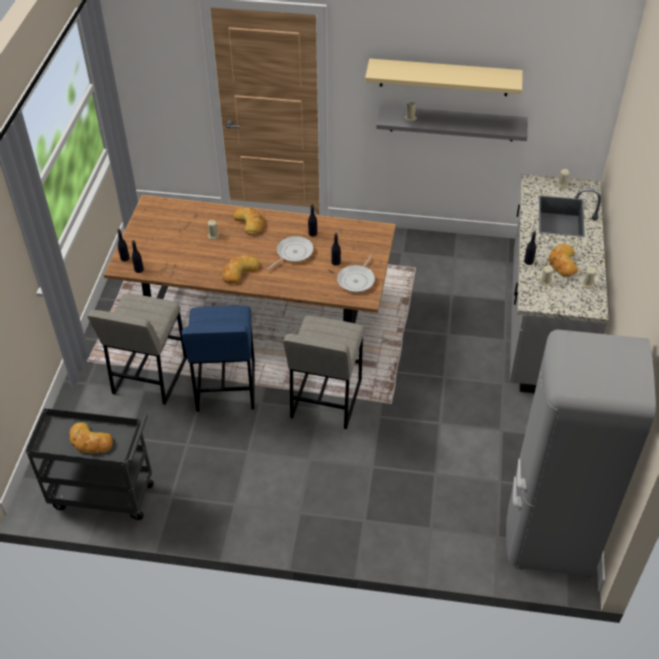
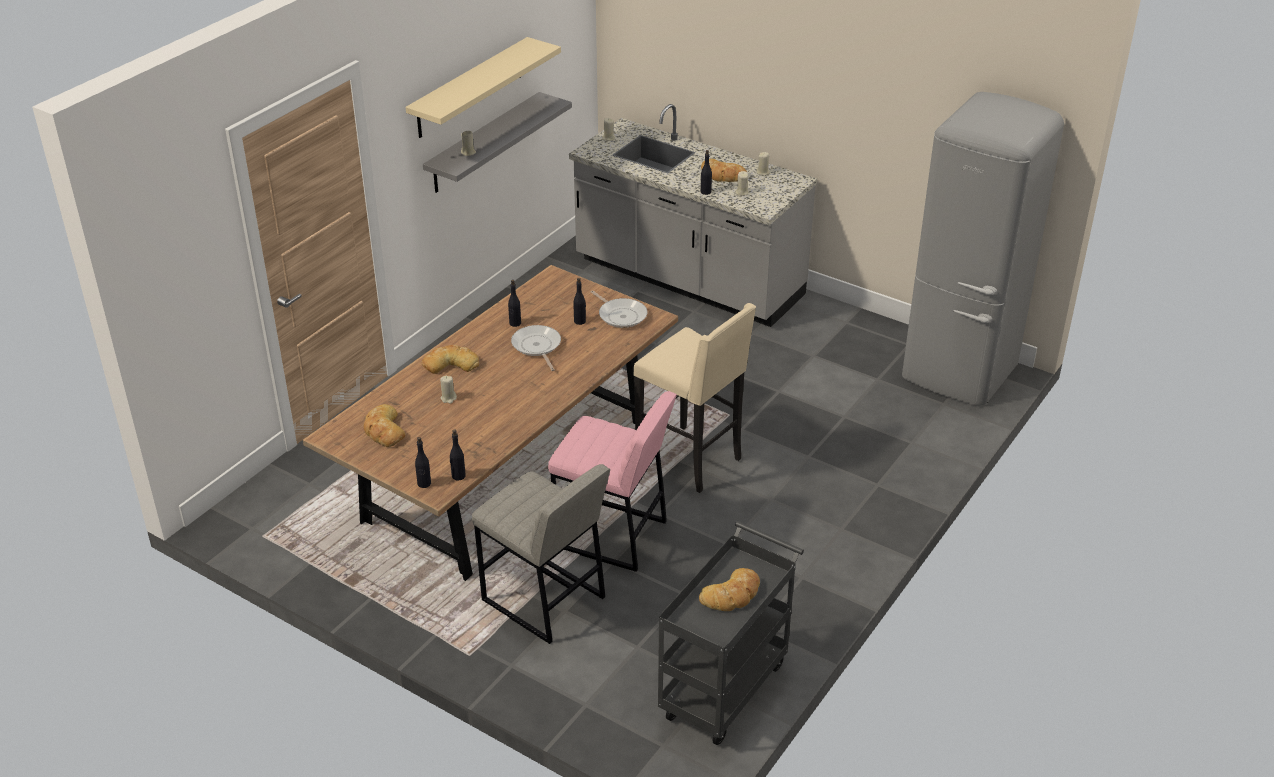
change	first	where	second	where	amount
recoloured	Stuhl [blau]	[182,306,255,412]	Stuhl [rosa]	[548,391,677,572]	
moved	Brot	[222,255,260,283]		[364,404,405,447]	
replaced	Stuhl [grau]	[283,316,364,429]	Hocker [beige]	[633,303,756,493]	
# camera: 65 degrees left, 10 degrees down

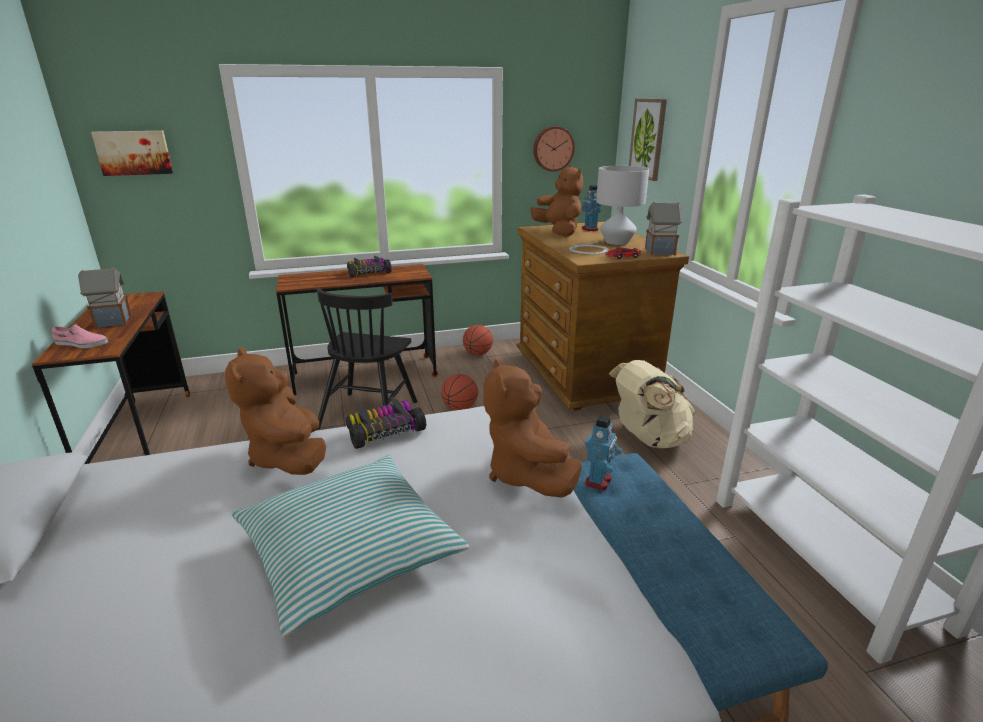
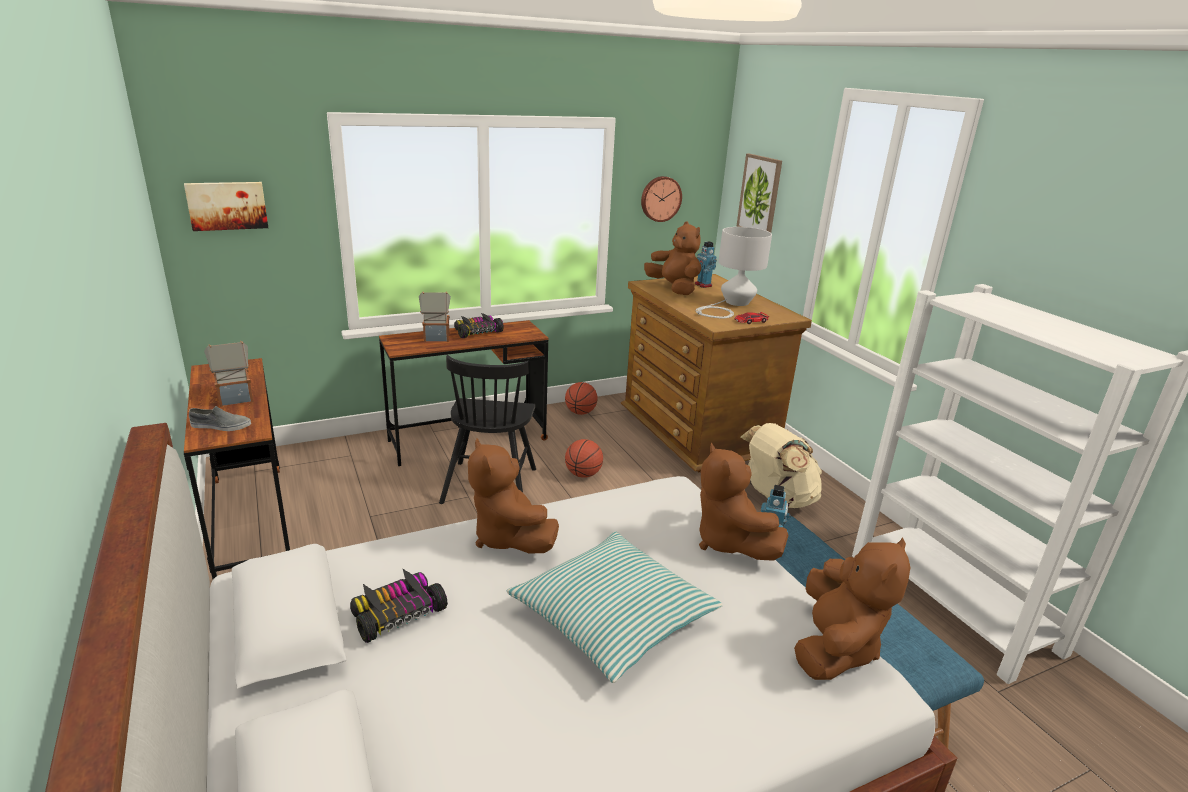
change	first	where	second	where	amount
recoloured	Schuh [rosa]	[52,324,108,348]	Schuh [grau]	[189,406,251,431]	
moved	Spielzeugauto	[346,397,426,449]		[350,568,448,643]	
moved	Spielzeughaus	[645,202,682,255]		[419,291,451,342]	
added			Plüschtier [braun]	[794,538,910,680]	
# camera: 10 degrees left, 0 degrees up

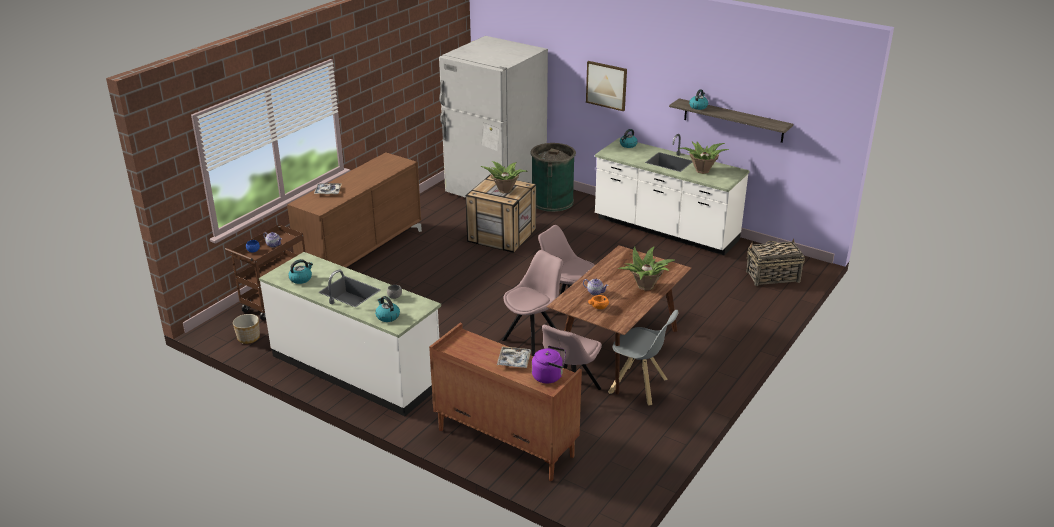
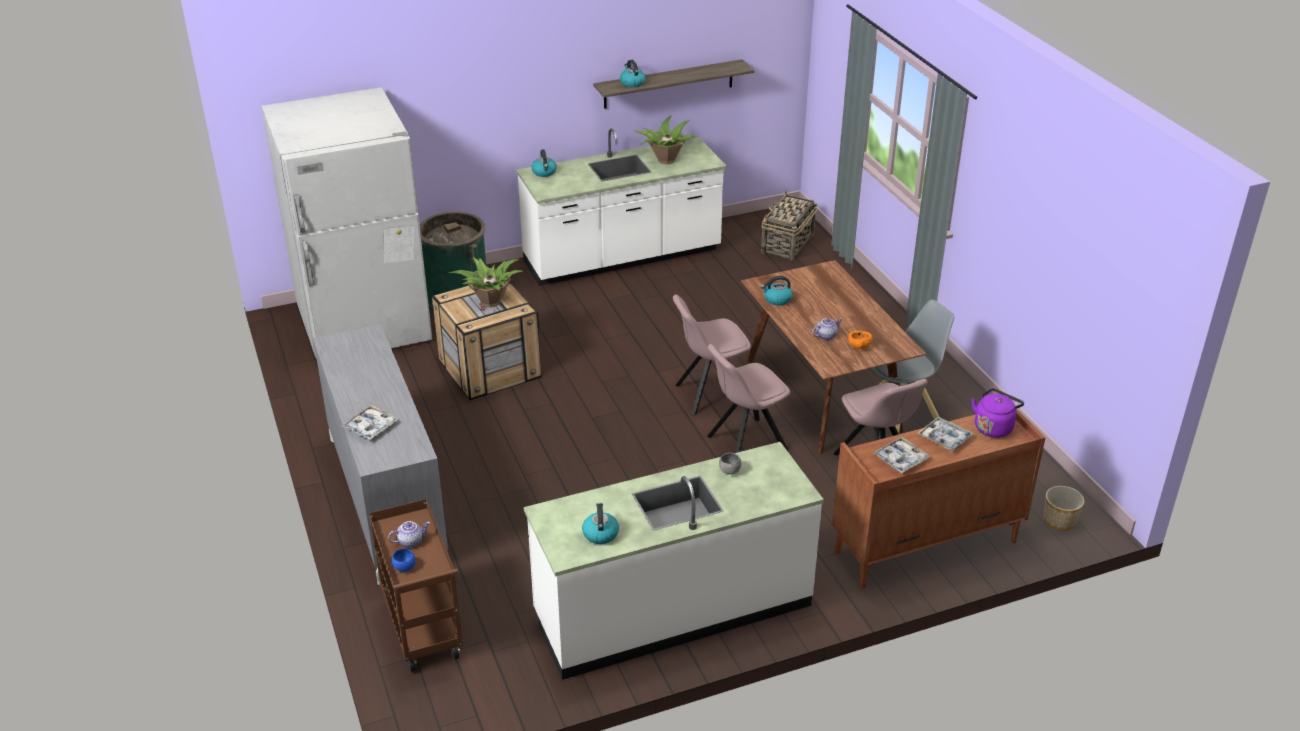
change	first	where	second	where	amount
moved	Pflanzkübel	[233,314,260,344]		[1044,486,1085,531]	
recoloured	Kommode [braun]	[287,152,422,267]	Kommode [grau]	[313,324,449,585]	
moved	Wasserkessel	[375,296,400,322]		[761,276,793,306]	
turned	Stuhl [rosa]	[502,250,563,356]		[707,344,790,453]	105 degrees counterclockwise
removed	Bild	[586,61,627,111]			
removed	Topfpflanze	[618,246,675,290]			
added			Tablett	[873,436,930,473]	
# camera: 55 degrees left, 5 degrees up

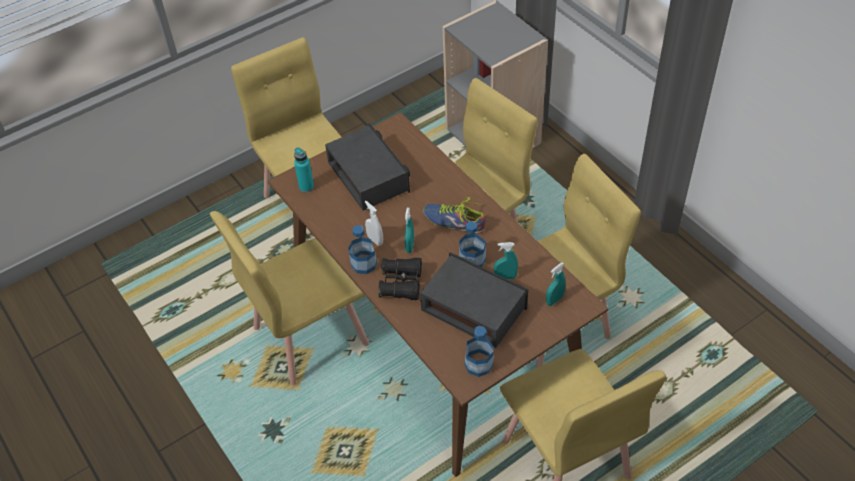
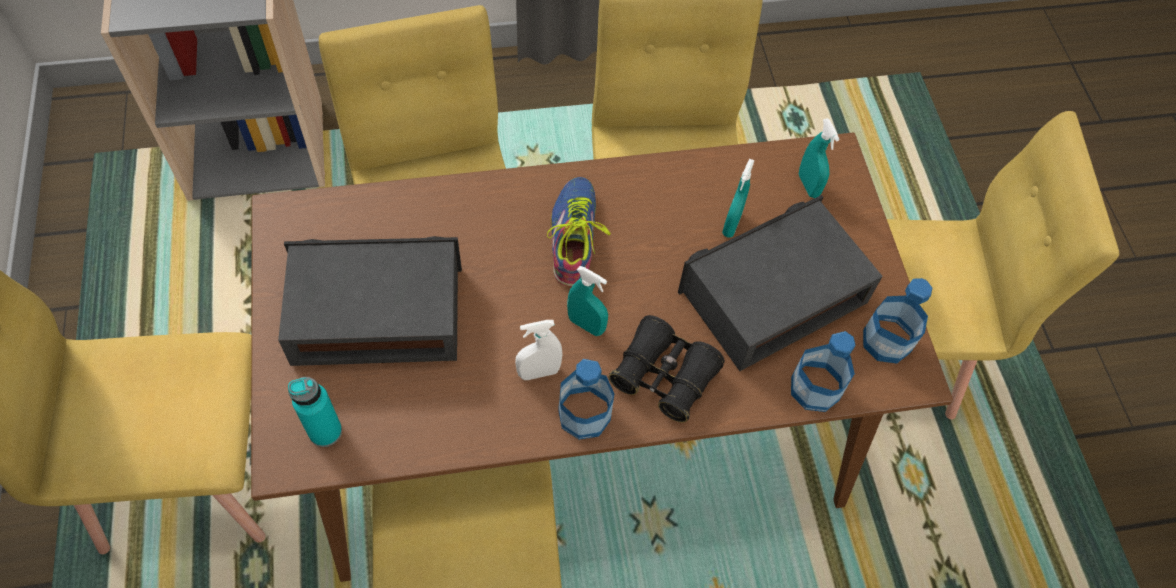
change	first	where	second	where	amount
turned	Schuh	[423,197,486,234]		[547,177,611,287]	135 degrees clockwise
moved	Flasche	[459,221,486,267]		[791,331,856,412]	
# camera: 70 degrees left, 10 degrees up

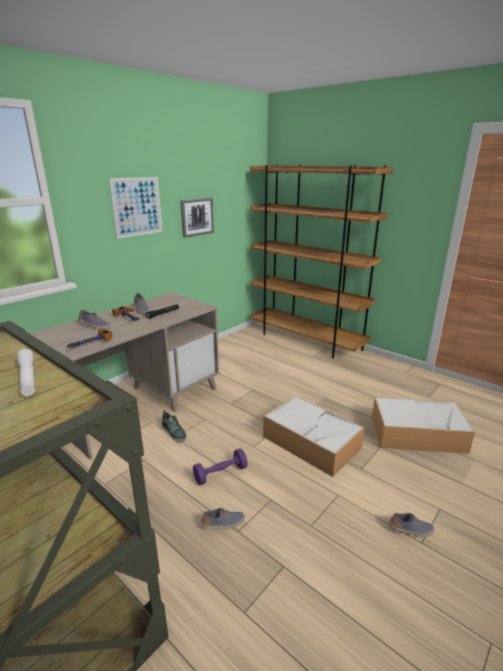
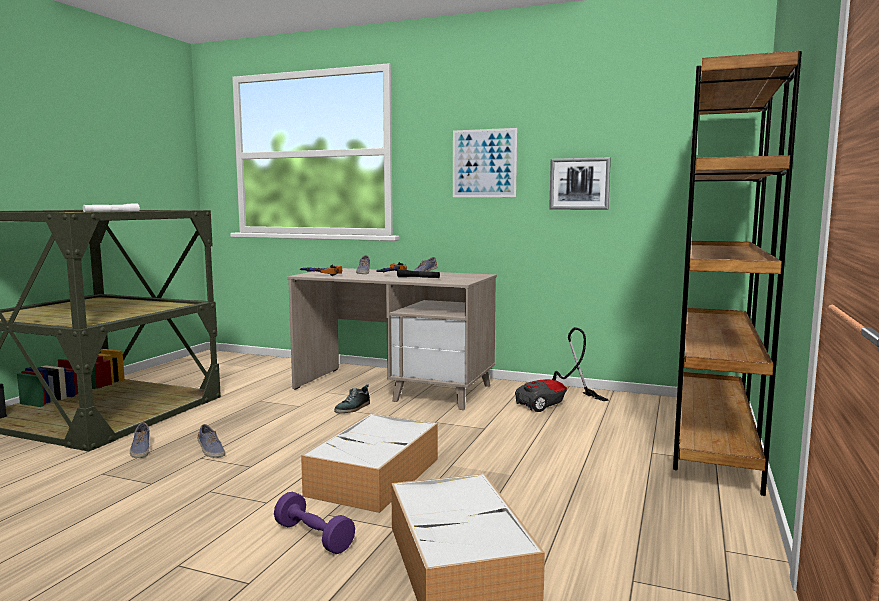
change	first	where	second	where	amount
moved	Hantel [lila]	[193,449,247,485]		[274,492,355,554]	
moved	Schuh	[389,513,435,537]		[130,422,149,458]	
added			Staubsauger	[515,327,609,412]	
# camera: 70 degrees right, 15 degrees down

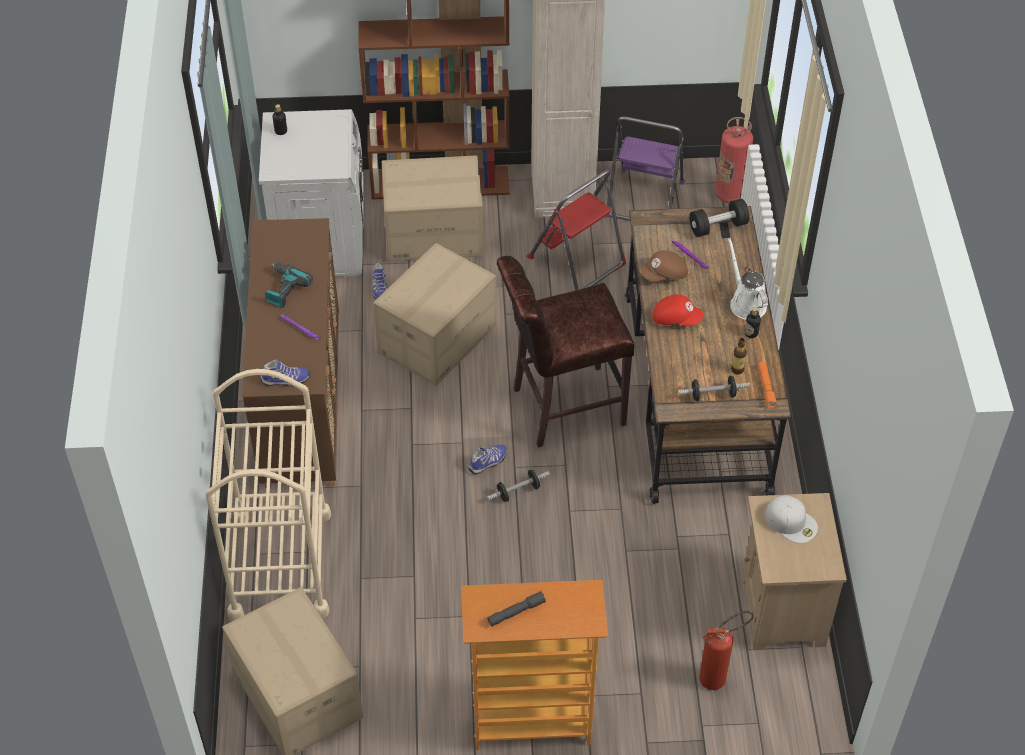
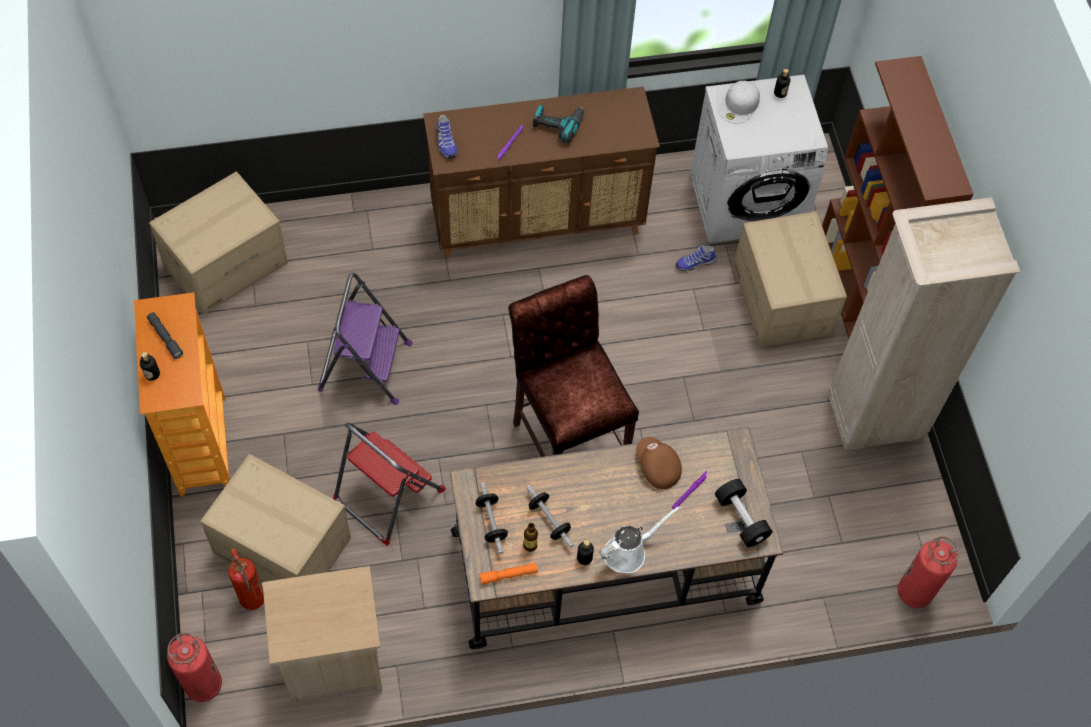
change	first	where	second	where	amount
removed	Rollwagen [beige]	[205,369,331,621]			
moved	Karton	[373,243,496,386]		[200,454,351,582]	
removed	Schuh	[468,445,507,474]			
moved	Hantel	[487,470,550,502]		[526,485,574,548]	
moved	Trittleiter [rot]	[526,169,626,291]		[333,422,446,546]	
moved	Trittleiter [lila]	[607,116,685,221]		[318,273,413,405]	
removed	Kappe [rot]	[652,295,703,326]			
moved	Kappe [weiß]	[765,495,818,543]		[718,81,760,124]	
added			Flasche	[140,352,160,381]	
added			Feuerlöscher	[167,633,222,702]	
# camera: 80 degrees right, 10 degrees up

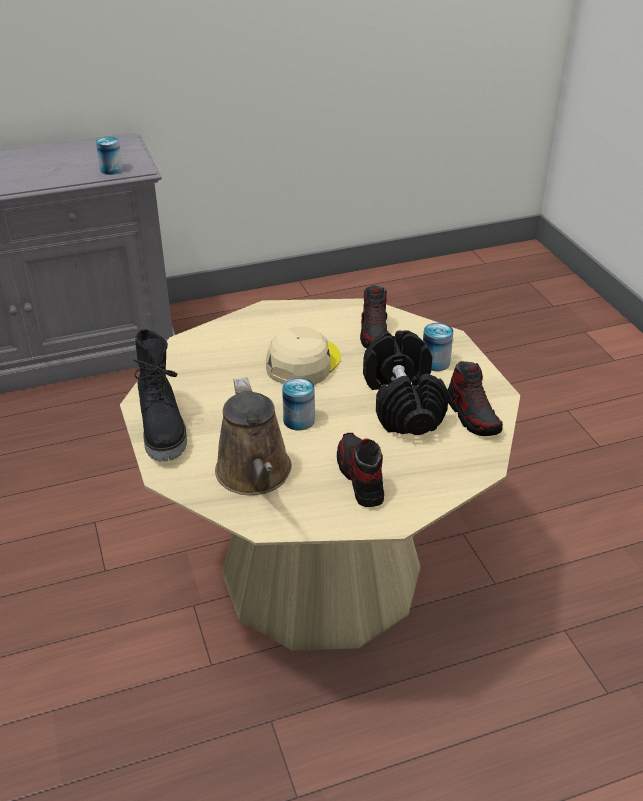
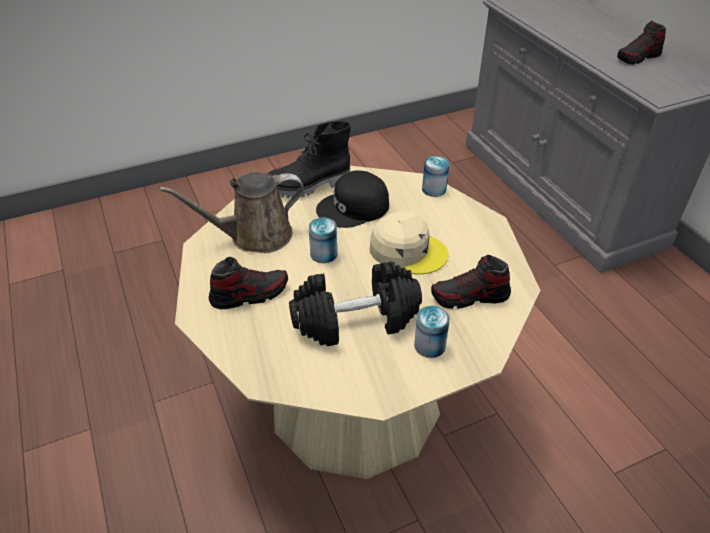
change	first	where	second	where	amount
moved	Dose	[96,137,123,175]		[422,156,449,197]	
moved	Schuh	[448,361,503,436]		[617,21,666,65]	
added			Kappe [schwarz]	[316,170,389,228]	
# camera: 85 degrees right, 5 degrees up

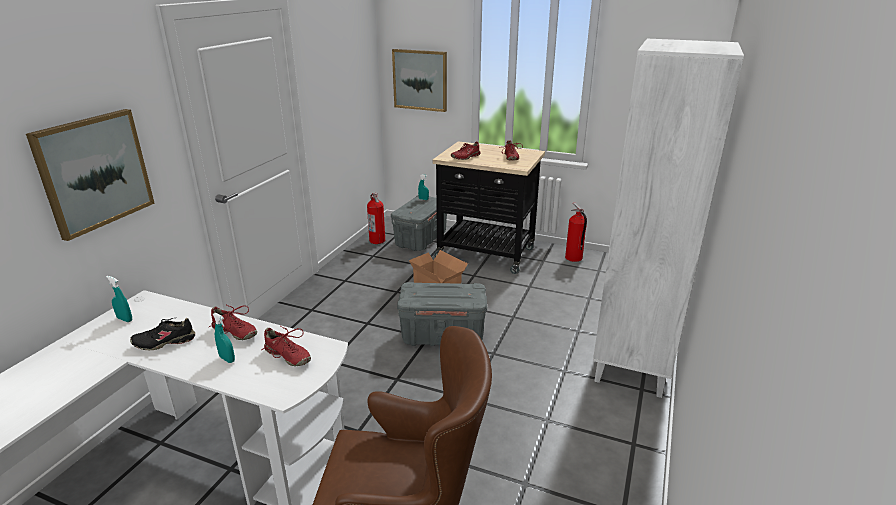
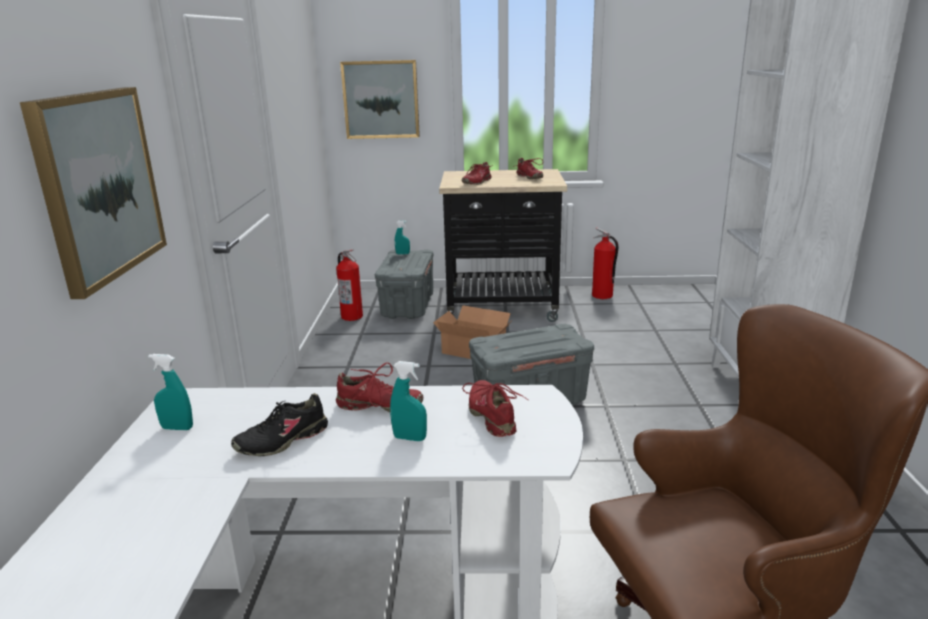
change	first	where	second	where	amount
turned	Schuh [rot]	[261,327,311,366]		[462,380,529,437]	120 degrees counterclockwise
# camera: 20 degrees left, 5 degrees down

